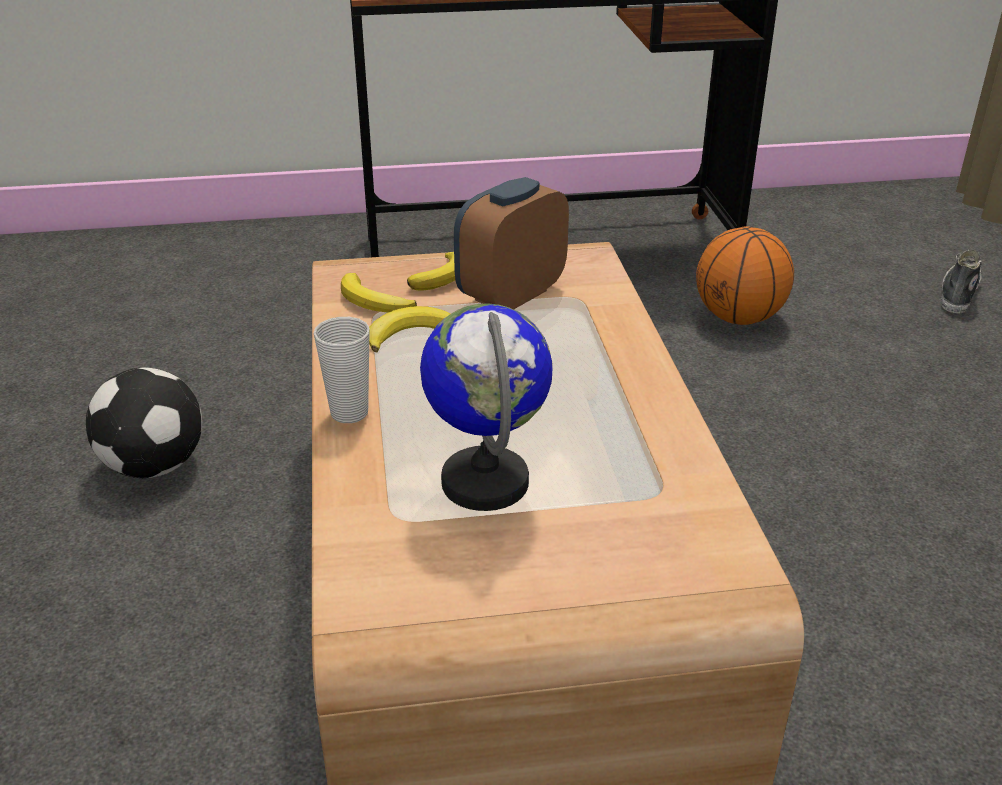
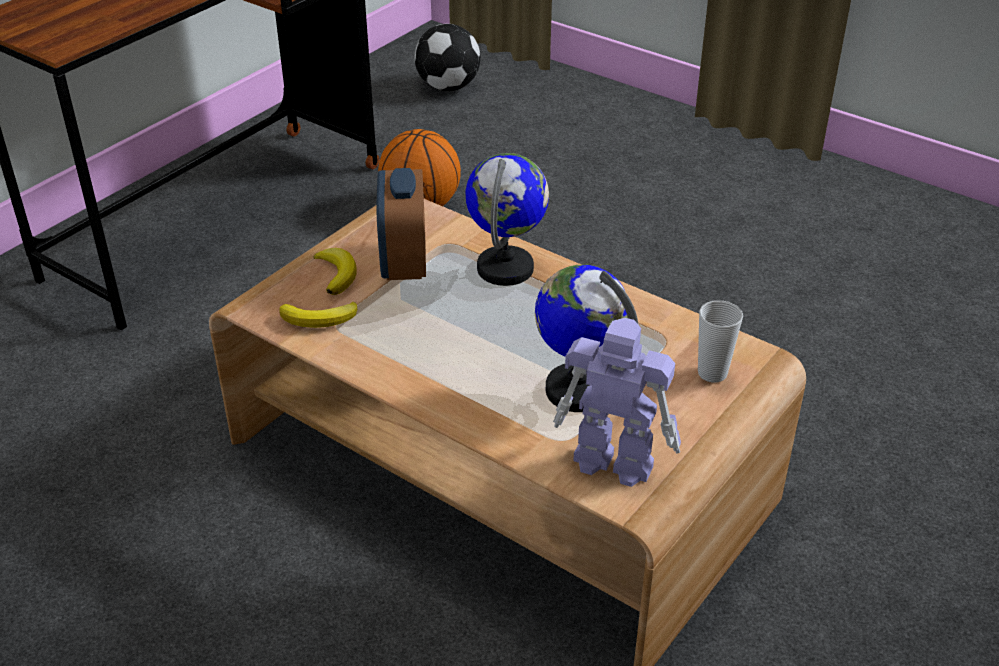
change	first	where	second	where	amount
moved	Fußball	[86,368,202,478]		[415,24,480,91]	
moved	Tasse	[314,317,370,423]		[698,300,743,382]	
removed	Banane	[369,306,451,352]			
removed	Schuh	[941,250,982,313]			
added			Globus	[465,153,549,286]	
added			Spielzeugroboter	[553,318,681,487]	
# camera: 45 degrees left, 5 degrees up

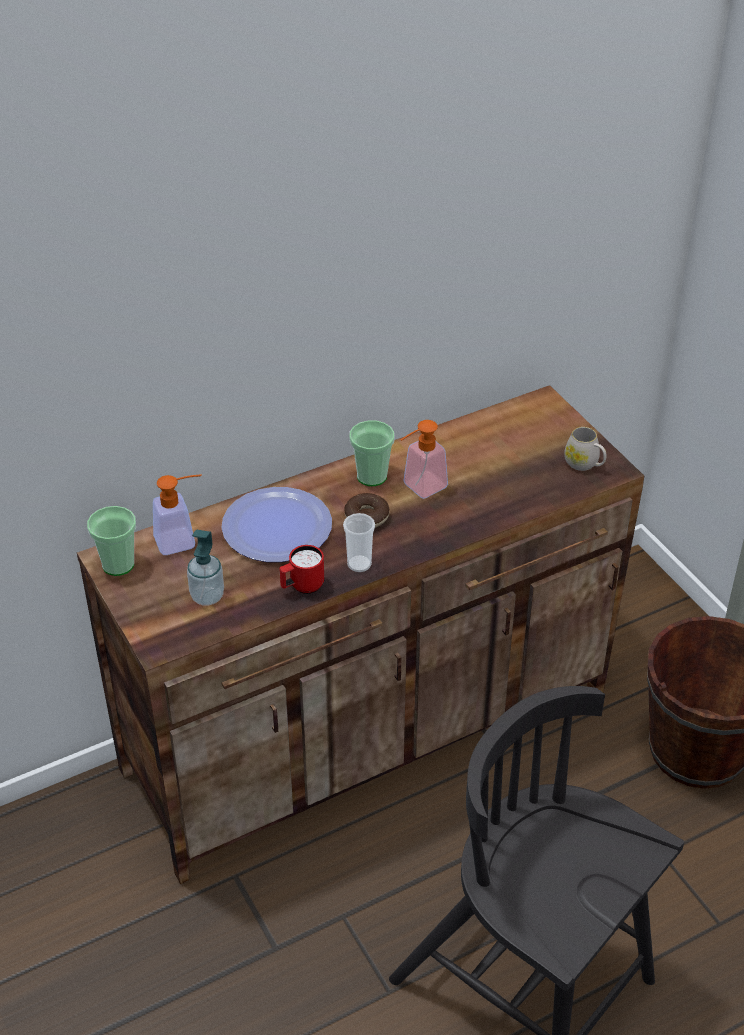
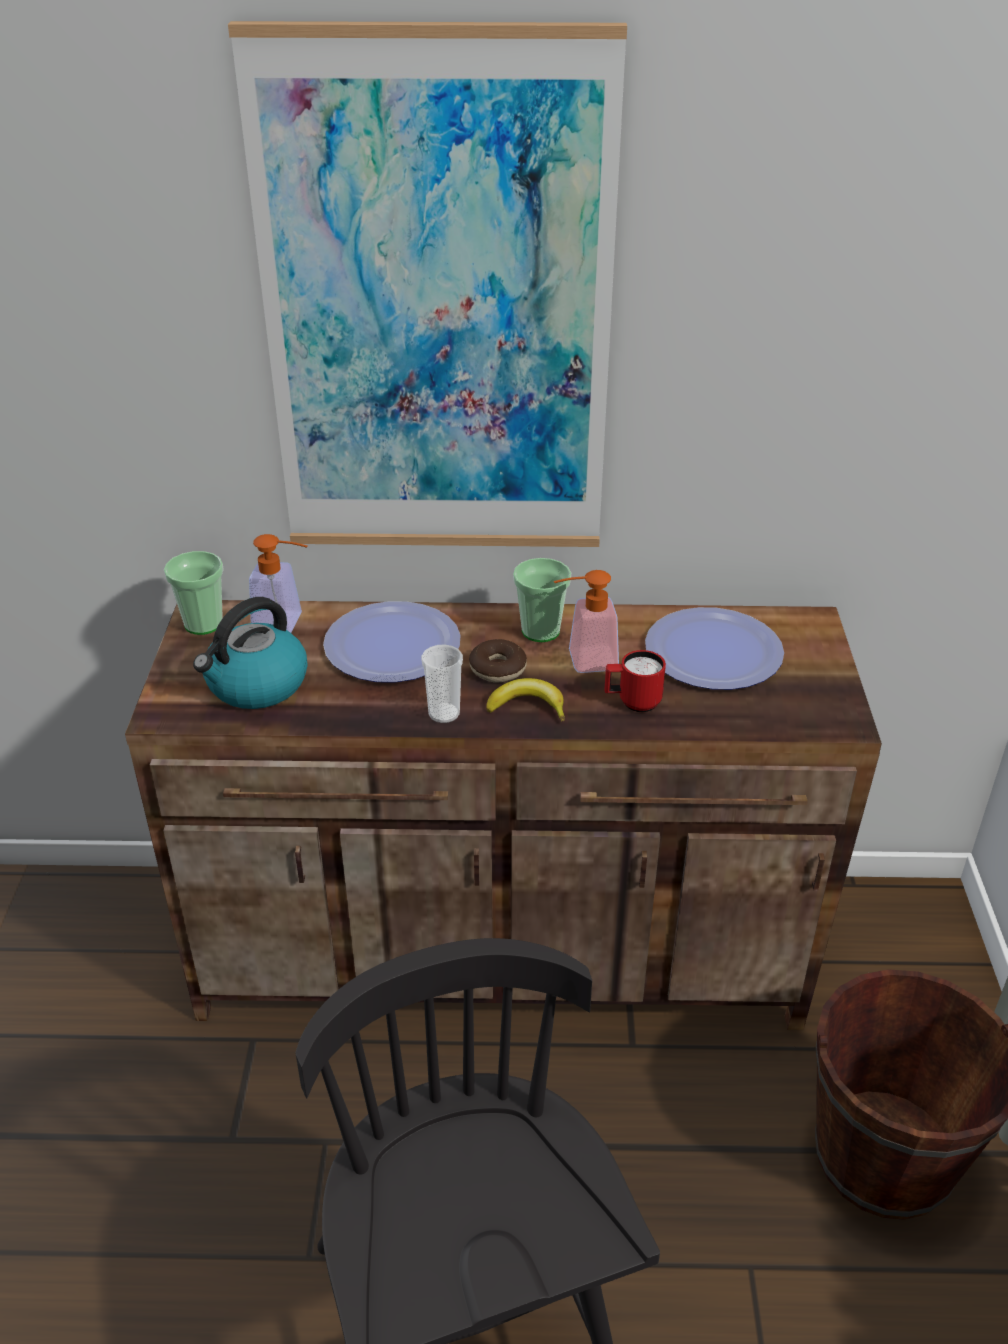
change	first	where	second	where	amount
replaced	Seifenspender	[187,530,224,605]	Wasserkessel	[193,597,307,709]	
moved	Henkelbecher [rot]	[279,545,324,594]		[604,650,666,712]	
removed	Henkelbecher [weiß]	[564,427,607,471]			
added			Bild	[228,21,627,547]	
added			Banane	[486,678,565,721]	
added			Teller	[645,607,784,690]	
# camera: 30 degrees right, 5 degrees down

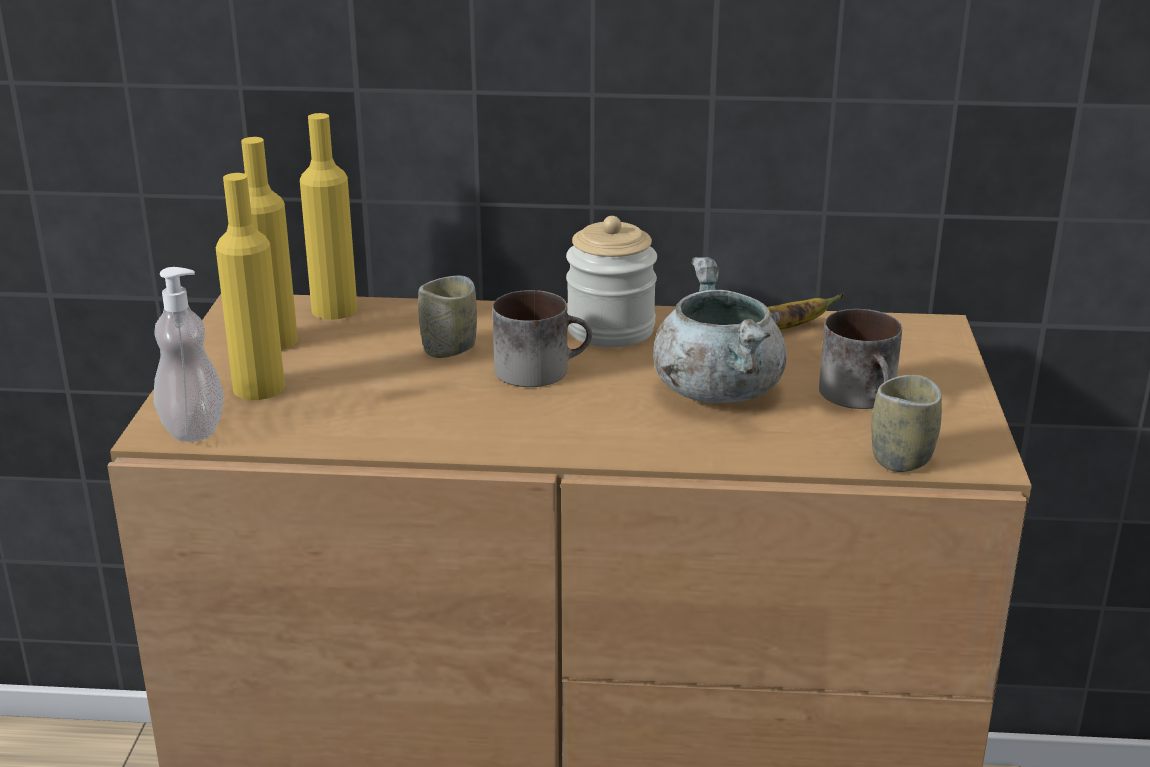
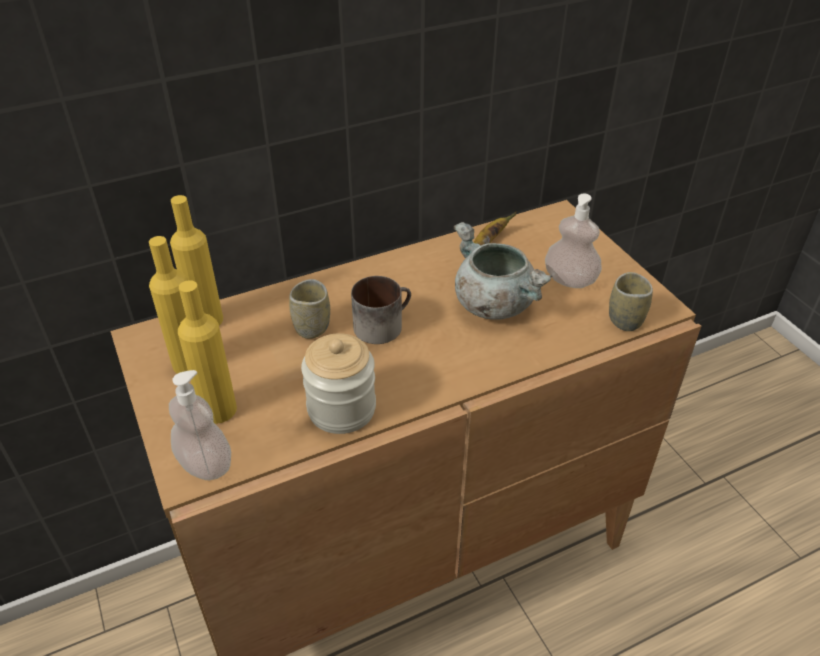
change	first	where	second	where	amount
moved	Vorratsglas	[566,216,657,347]		[301,333,376,434]	
replaced	Henkelbecher	[819,309,902,409]	Seifenspender	[545,194,602,288]	
# camera: 30 degrees left, 15 degrees up

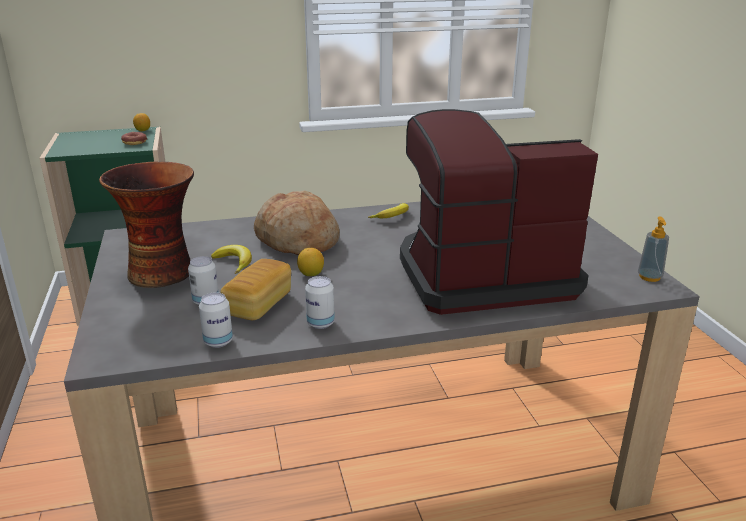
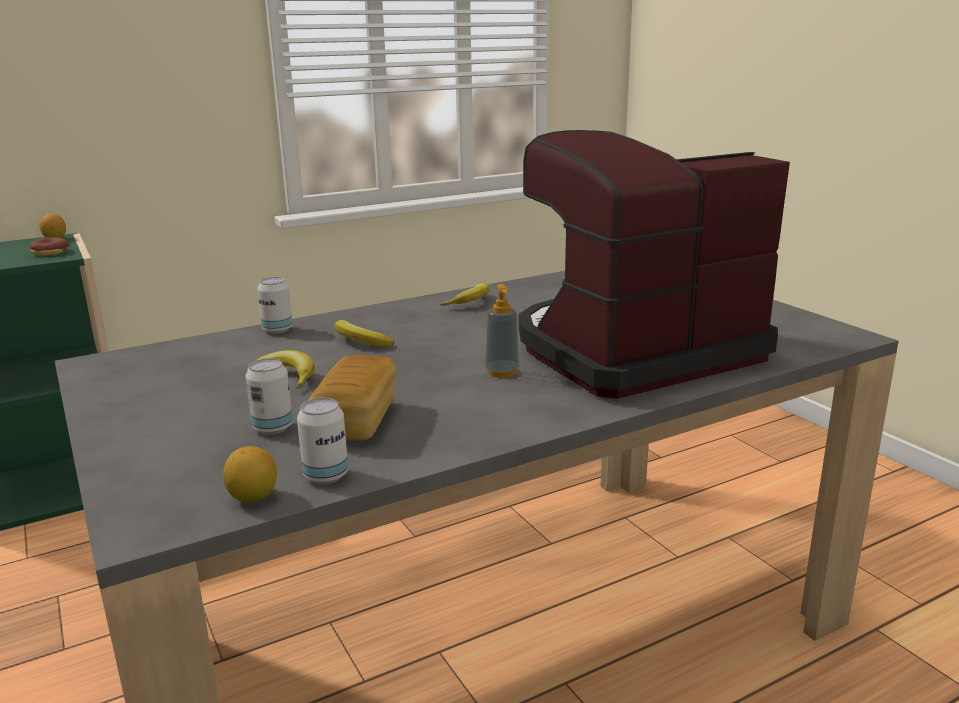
change	first	where	second	where	amount
removed	Vase	[99,162,194,288]			
replaced	Brot	[254,191,340,255]	Banane	[334,320,394,346]	
moved	Zitrone	[297,248,324,276]		[223,446,277,503]	
moved	Dose	[305,276,335,329]		[257,277,292,334]	
moved	Seifenspender	[638,217,669,282]		[485,284,519,378]	
# camera: 15 degrees left, 5 degrees down

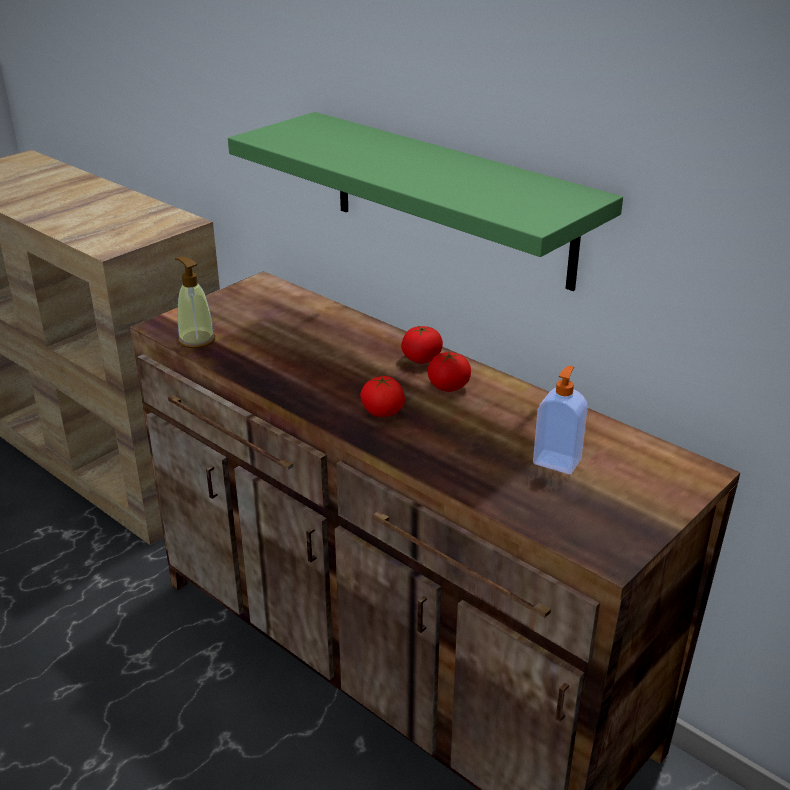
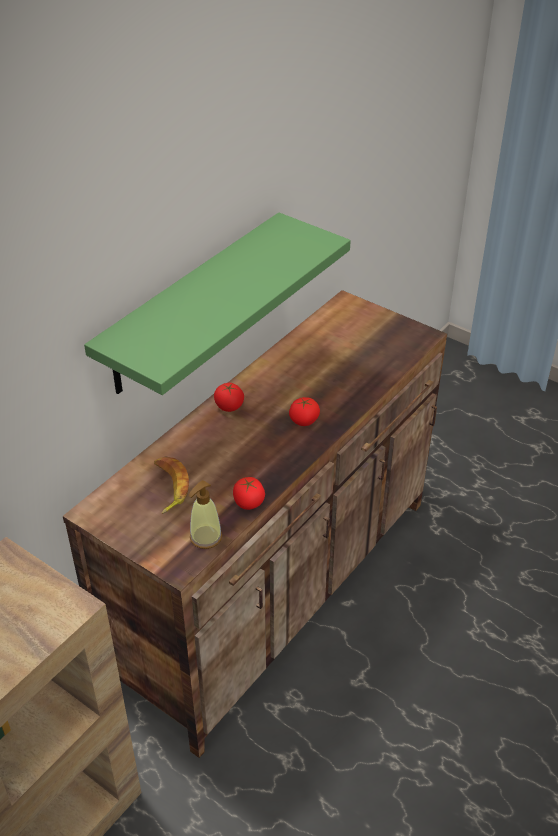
change	first	where	second	where	amount
moved	Tomate	[428,352,471,392]		[233,477,265,510]	
removed	Seifenspender	[533,366,588,474]			
added			Banane	[154,456,189,514]	
# camera: 95 degrees left, 10 degrees up

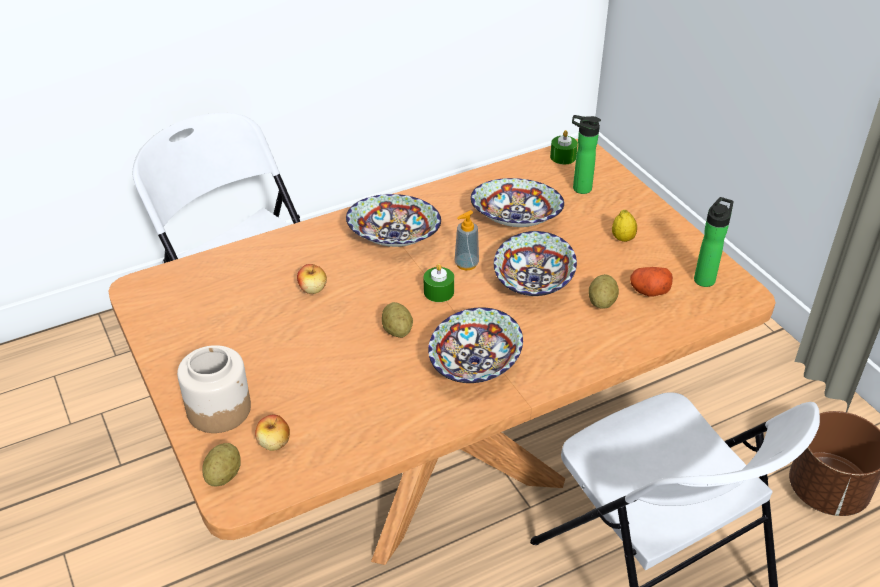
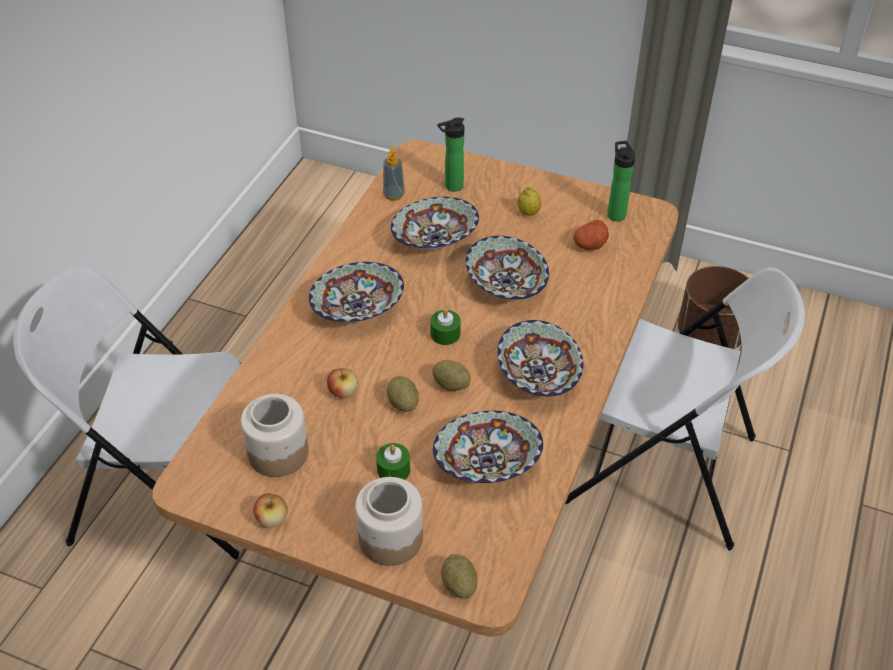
change	first	where	second	where	amount
moved	Apfel	[255,415,290,451]		[253,493,288,528]	
moved	Seifenspender	[455,210,479,270]		[383,146,405,201]	
moved	Kerze [grün]	[550,130,578,164]		[376,443,410,480]	
moved	Kartoffel	[588,274,619,309]		[387,376,419,412]	
added			Vorratsglas	[241,394,309,477]	
added			Schüssel	[433,411,543,483]	
# camera: 40 degrees left, 5 degrees up

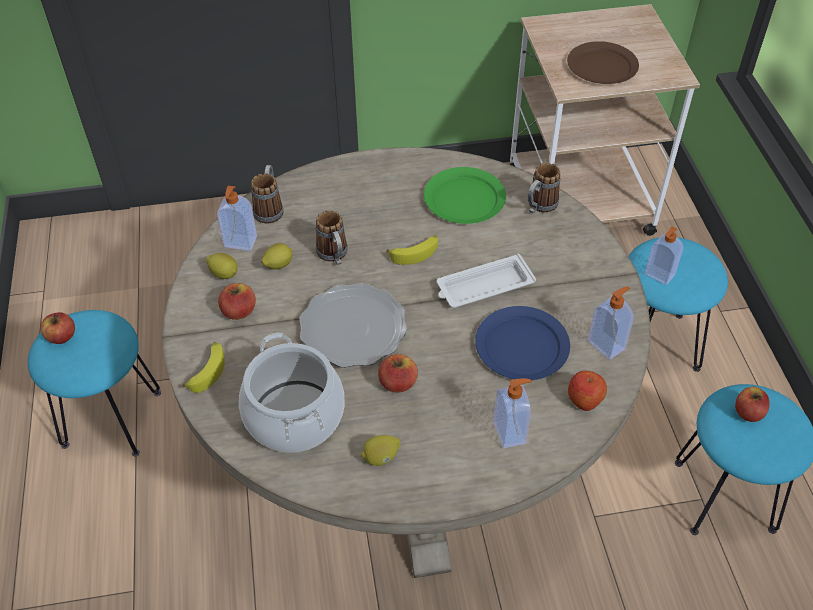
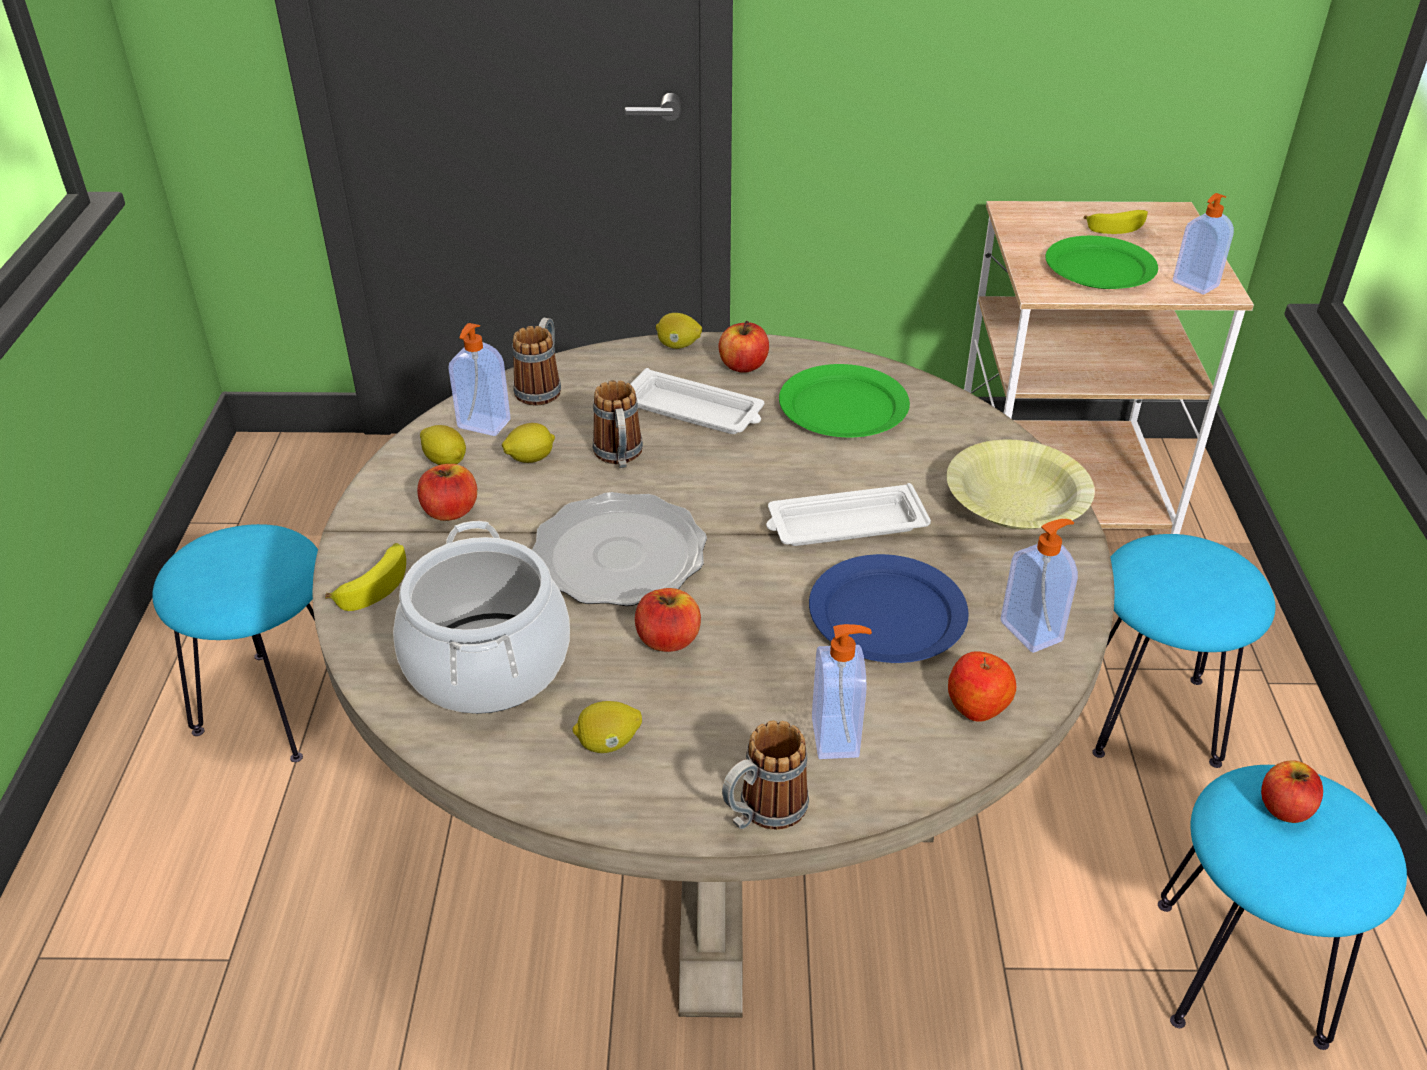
change	first	where	second	where	amount
moved	Apfel	[40,312,75,344]		[719,321,769,373]	
moved	Banane	[386,235,438,265]		[1083,210,1148,234]	
moved	Henkelbecher	[528,162,561,214]		[722,720,809,830]	
recoloured	Teller [braun]	[567,41,639,84]	Teller [grün]	[1045,236,1158,289]	
moved	Seifenspender	[645,226,683,285]		[1173,193,1234,294]	
added			Tablett [weiß]	[631,368,764,434]	
added			Zitrone	[656,313,702,349]	
added			Schüssel [gelb]	[947,440,1095,530]	
# camera: 10 degrees right, 10 degrees down

